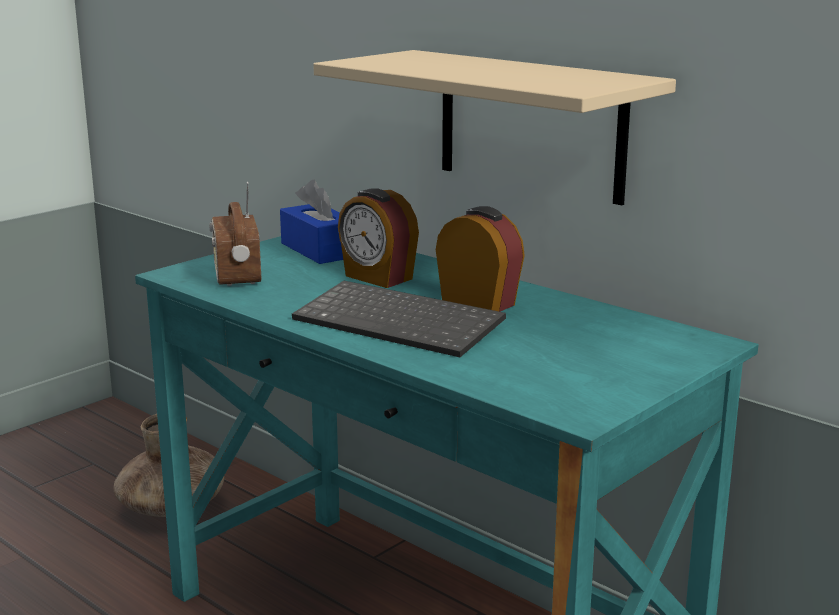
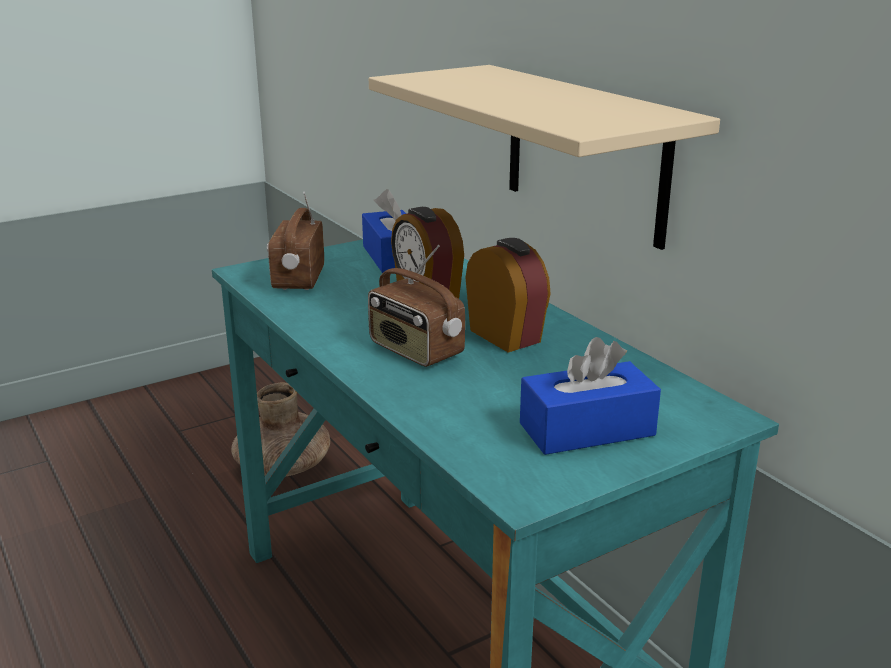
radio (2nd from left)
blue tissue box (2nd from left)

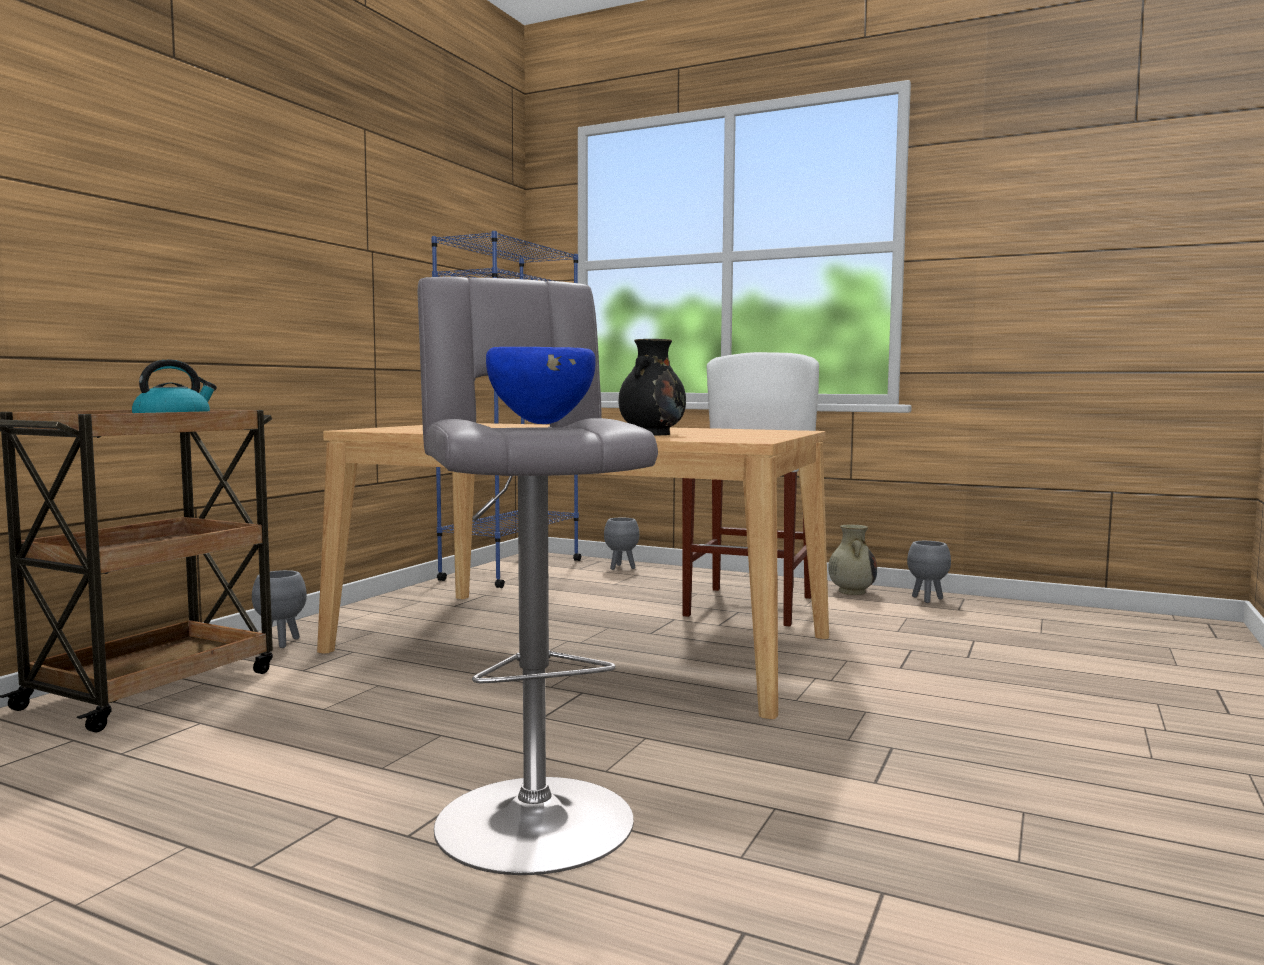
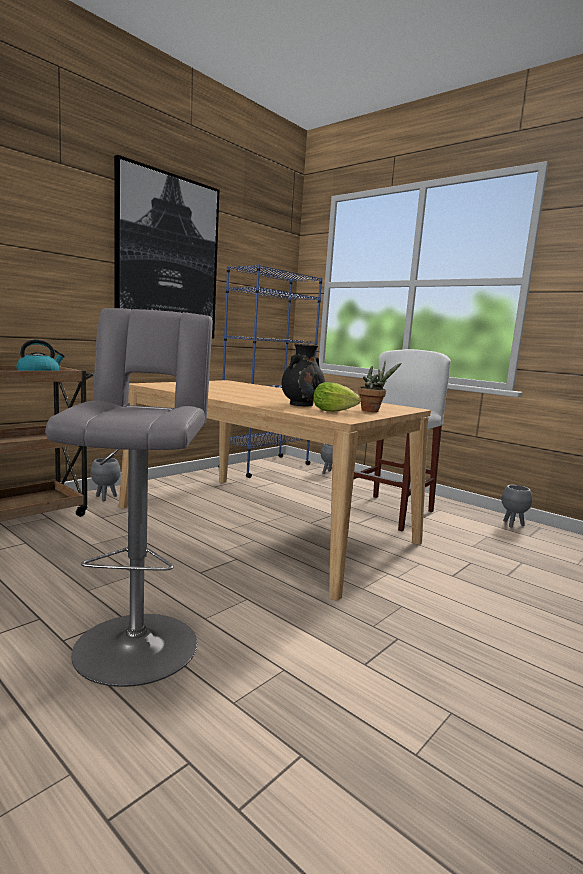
blue bowl
beige vase
picture
potted plant
lettuce

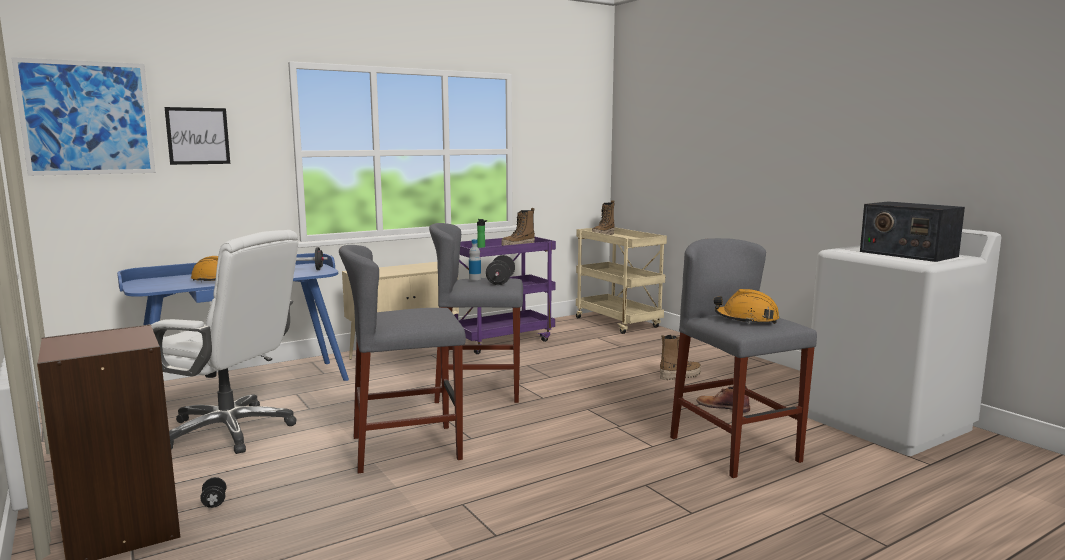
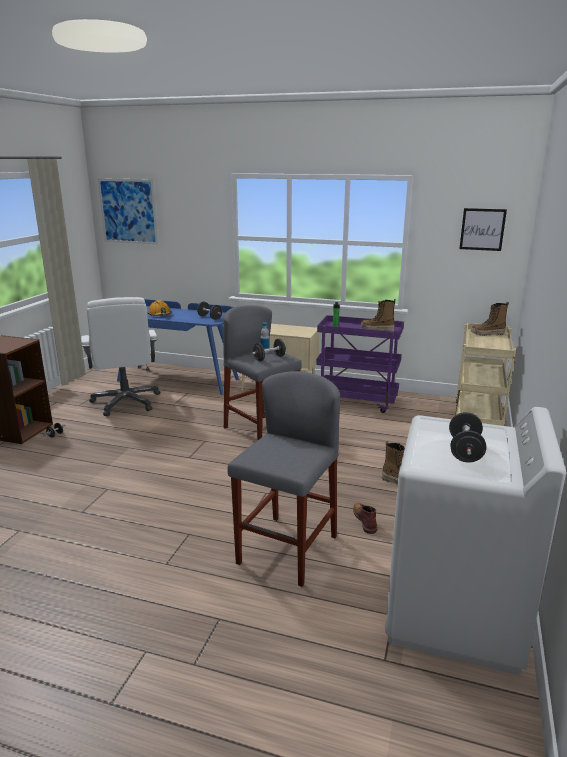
picture (2nd from left)
black dumbbell (4th from left)
grey stool (1st from left in the first image)
orange hard hat (2nd from left in the first image)

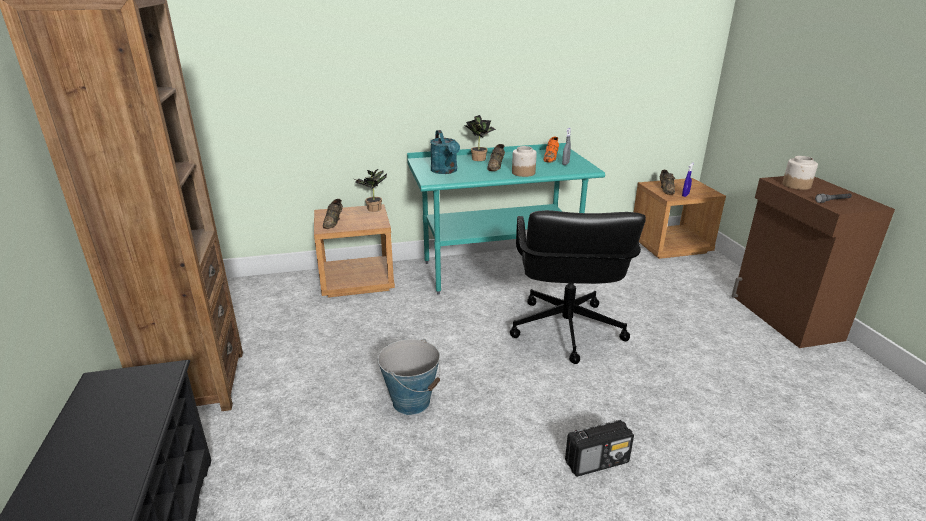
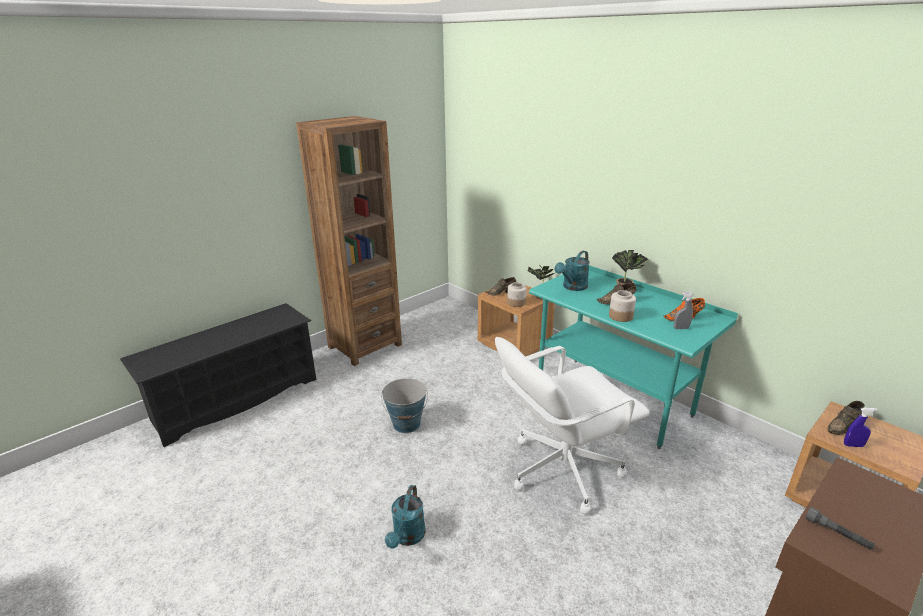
jar (1st from left)
white office chair
turquoise watering can (1st from left)

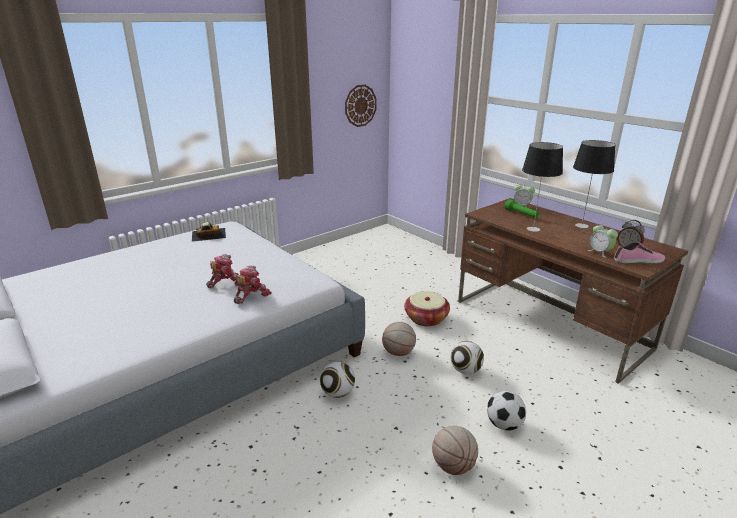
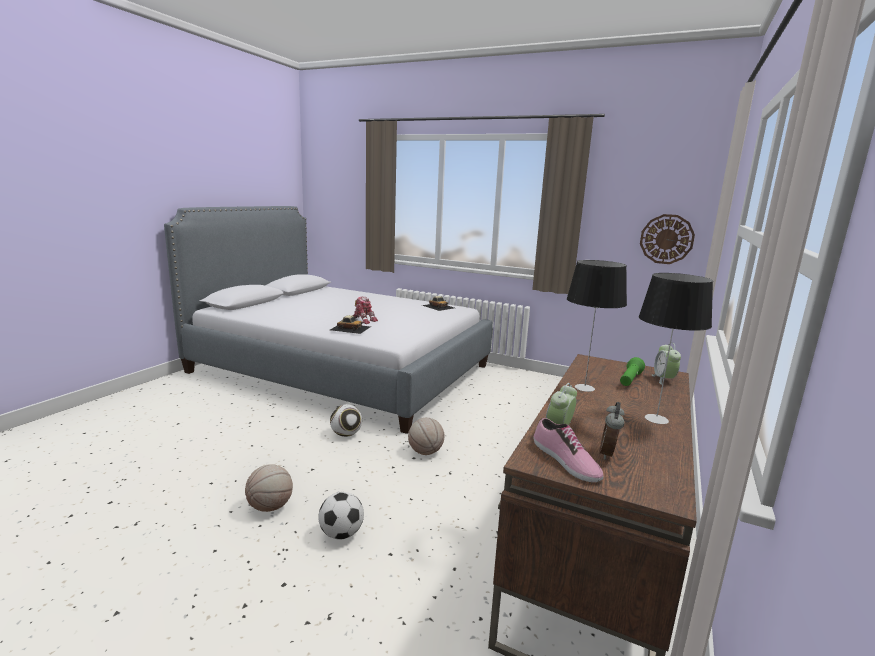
toy car (1st from left)
basket
football (2nd from left in the first image)

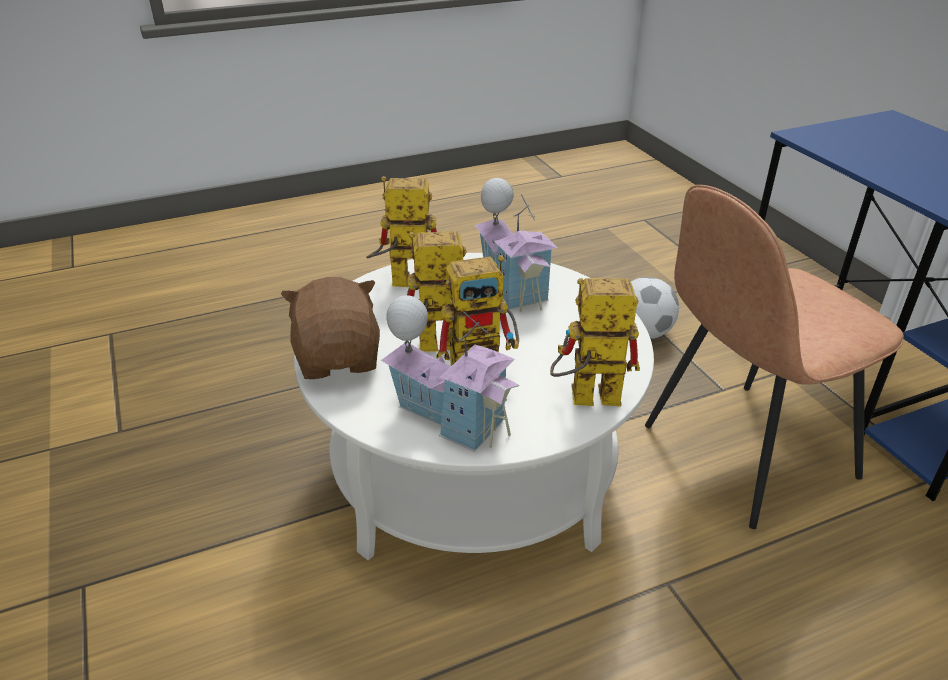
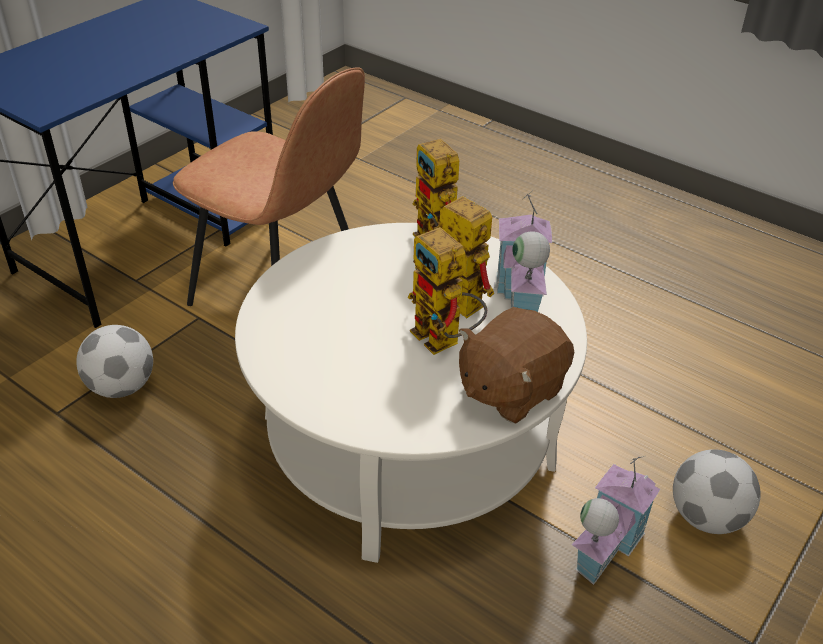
toy robot (1st from left in the first image)
toy house (2nd from left)
football (2nd from left)

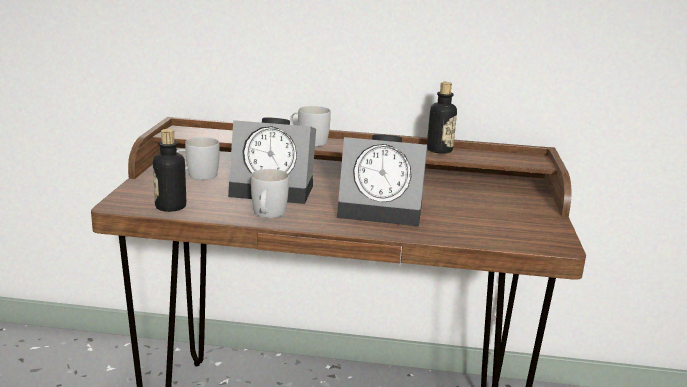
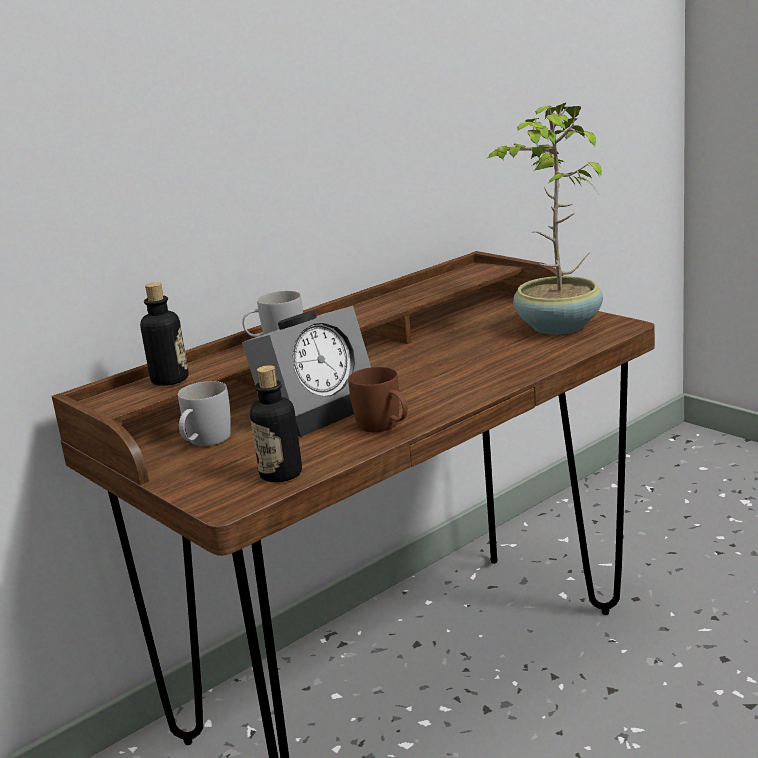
bottle (1st from left)
alarm clock (2nd from left in the first image)
brown mug
potted plant

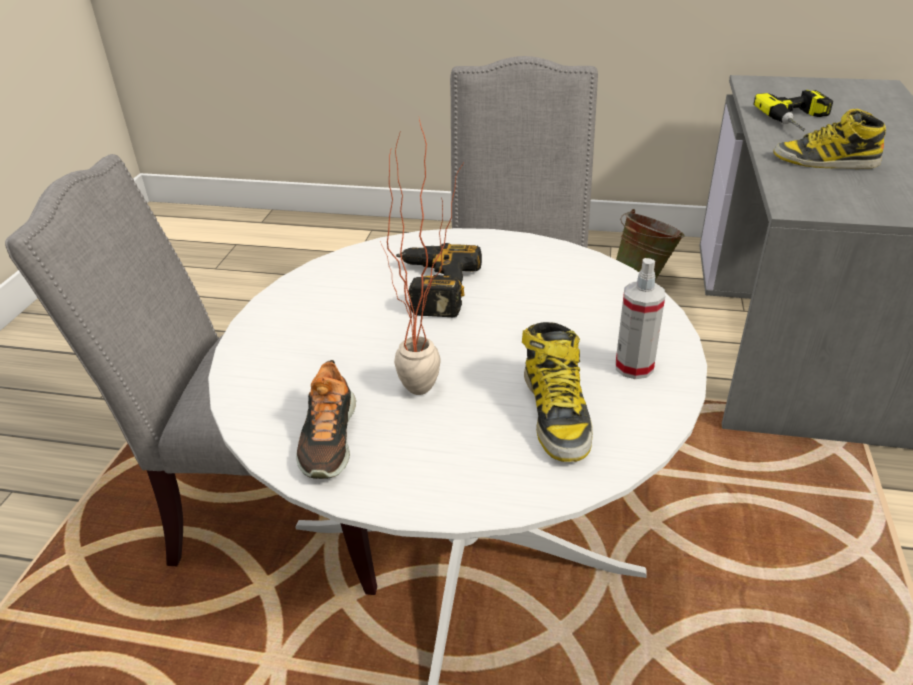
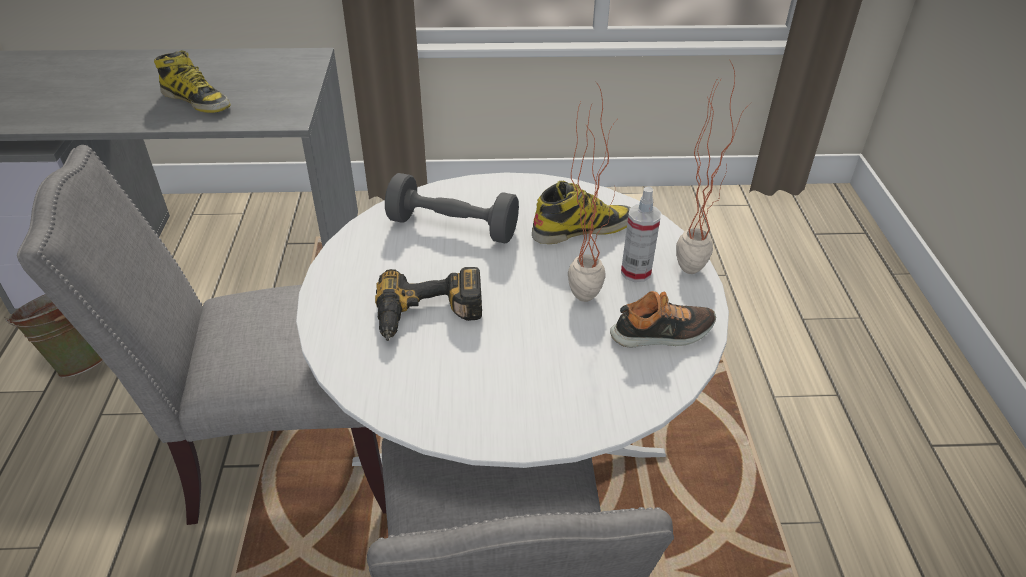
power drill (2nd from left in the first image)
boot (1st from left)
spray bottle
potted plant (2nd from left)
grey dumbbell

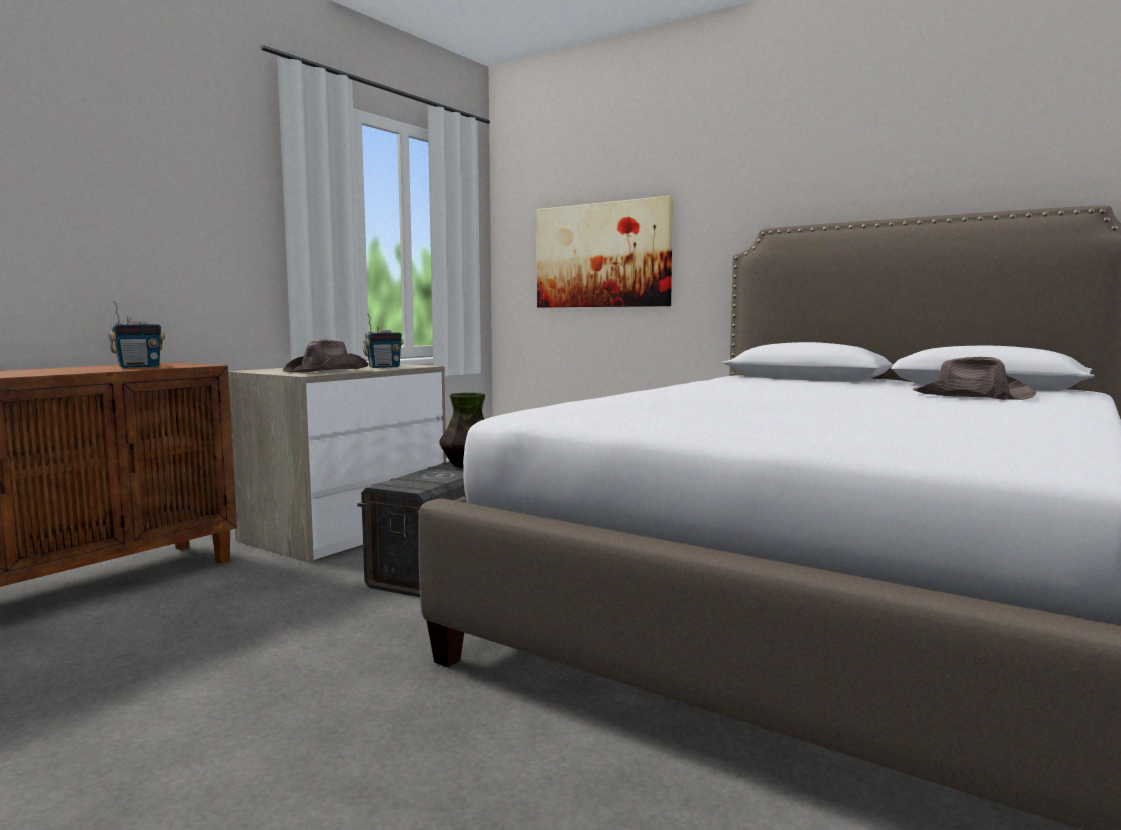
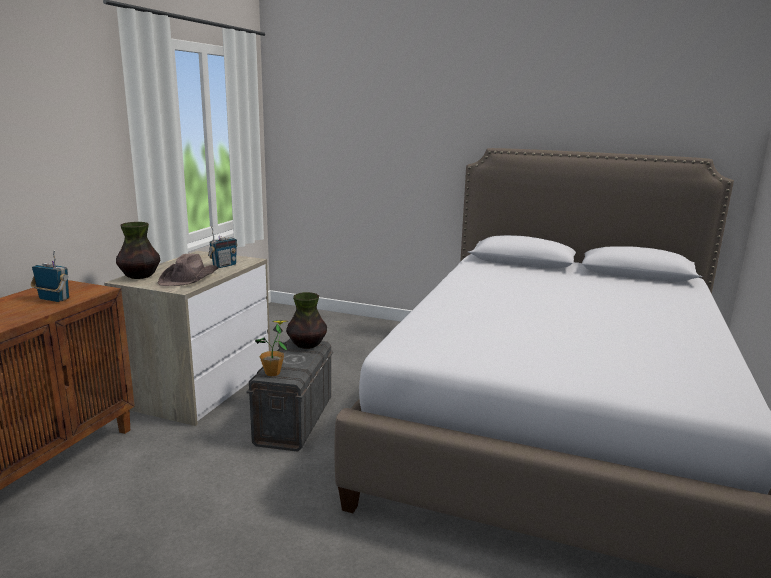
picture
radio (1st from left)
brown hat (2nd from left in the first image)
vase (1st from left)
potted plant

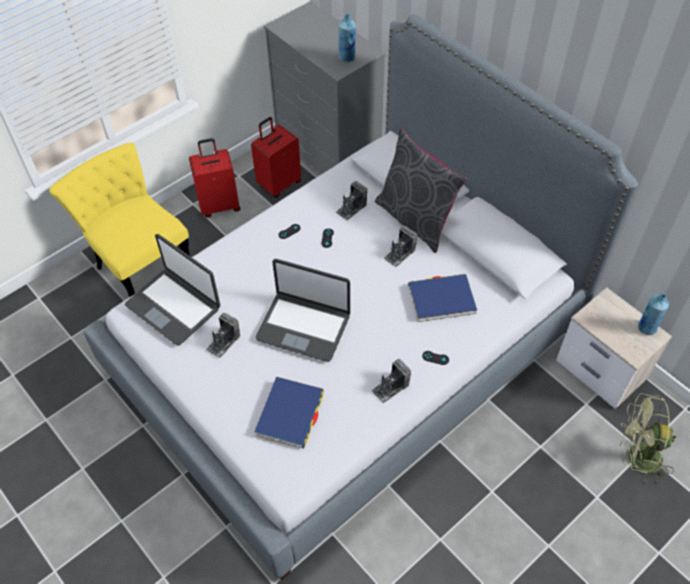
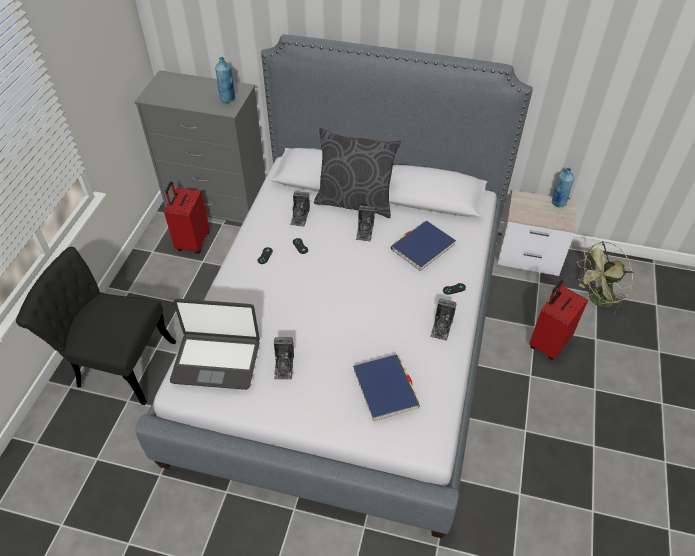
red suitcase (2nd from left)
black chair
laptop (2nd from left in the first image)

